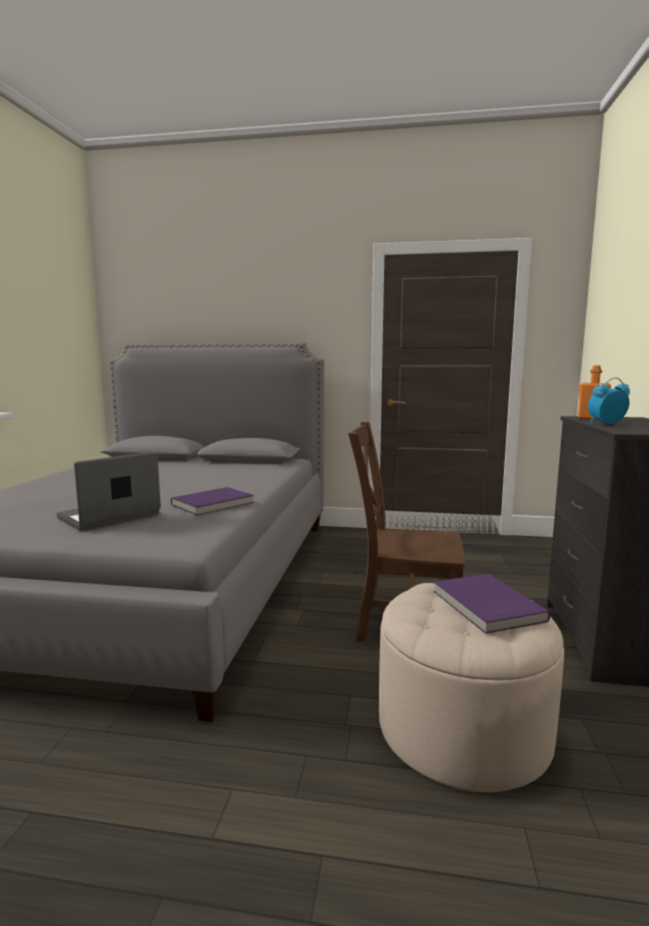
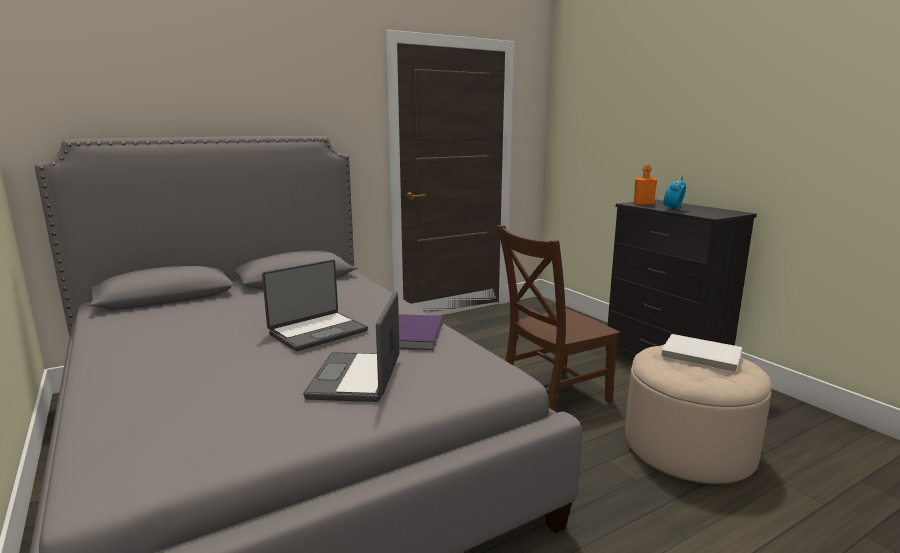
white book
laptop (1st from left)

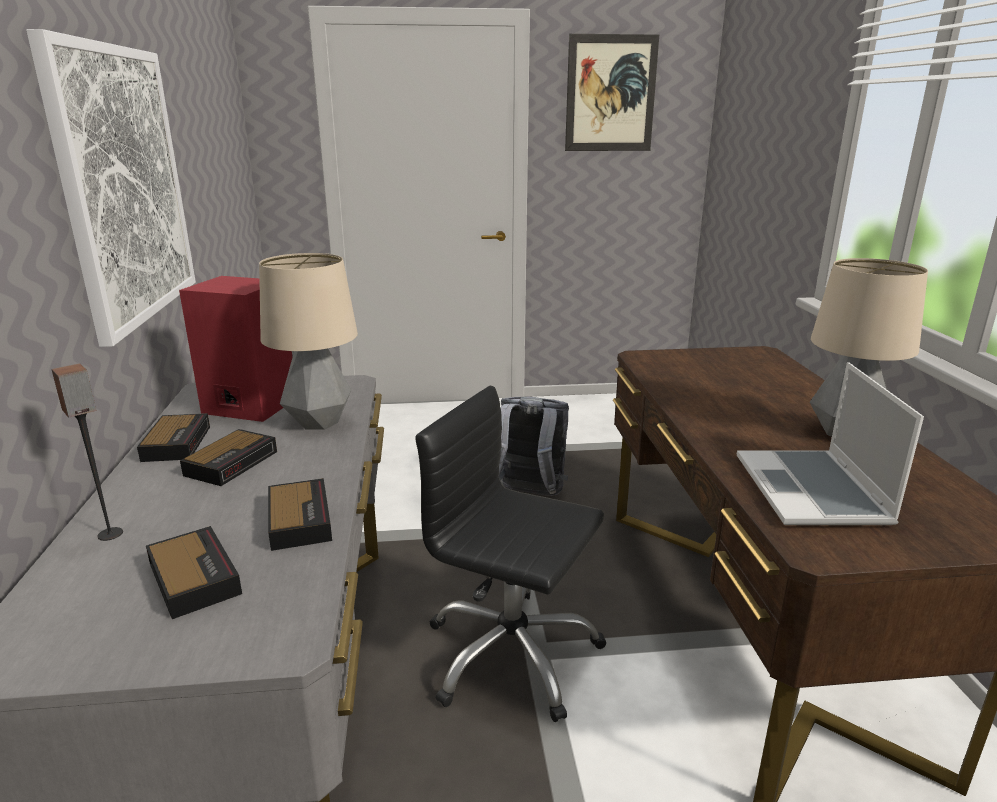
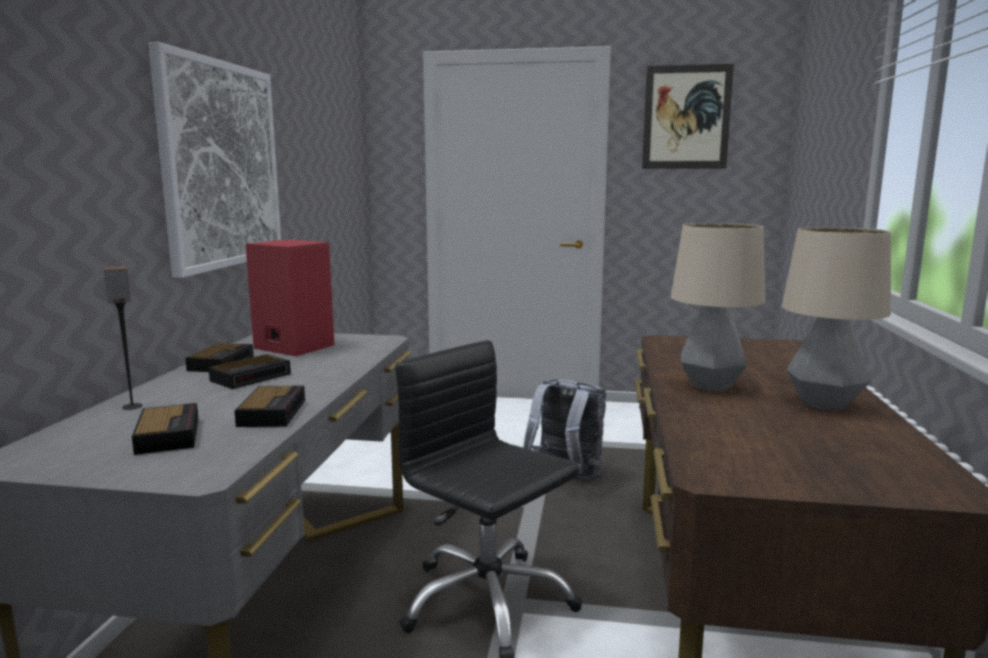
table lamp (1st from left)
laptop

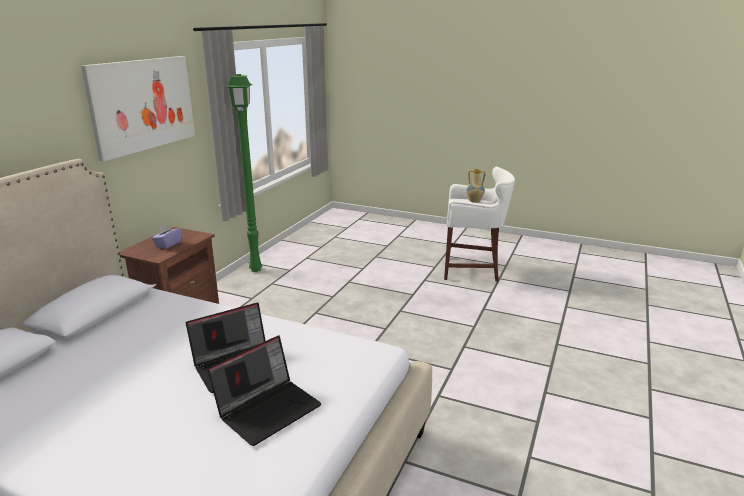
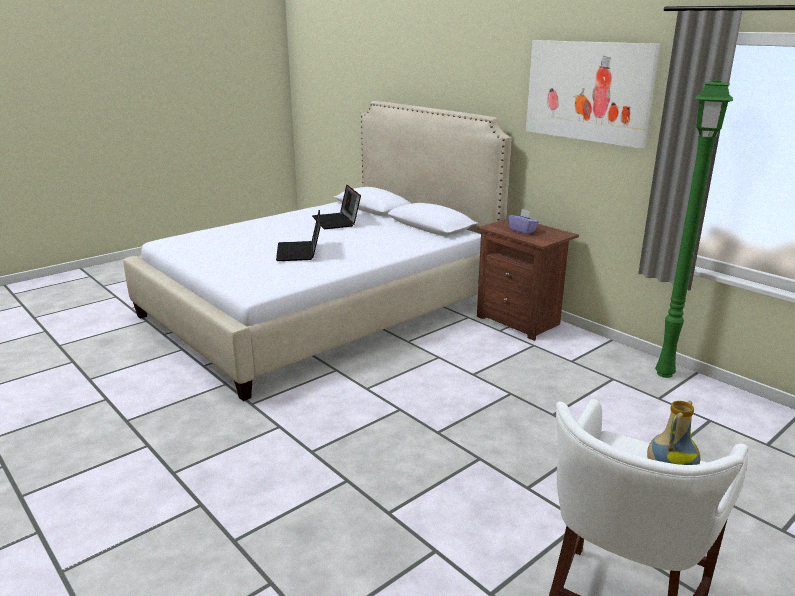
laptop (2nd from left)

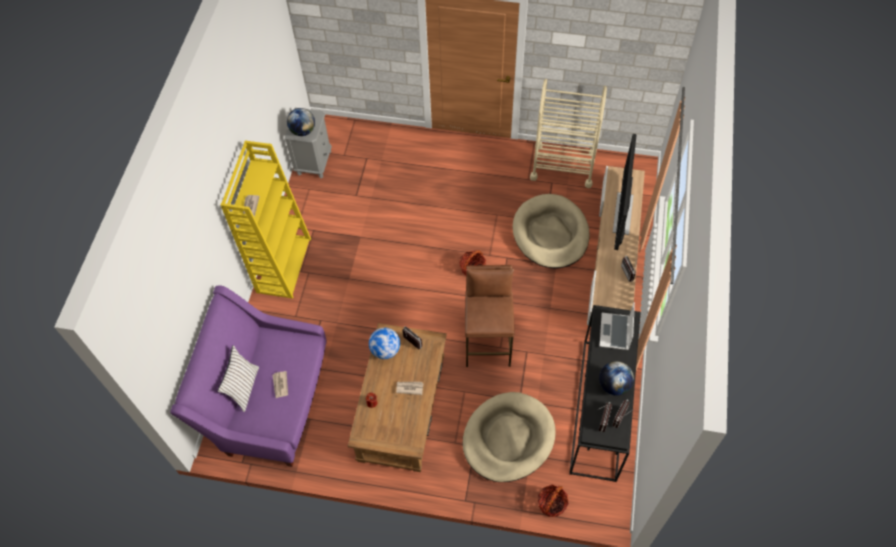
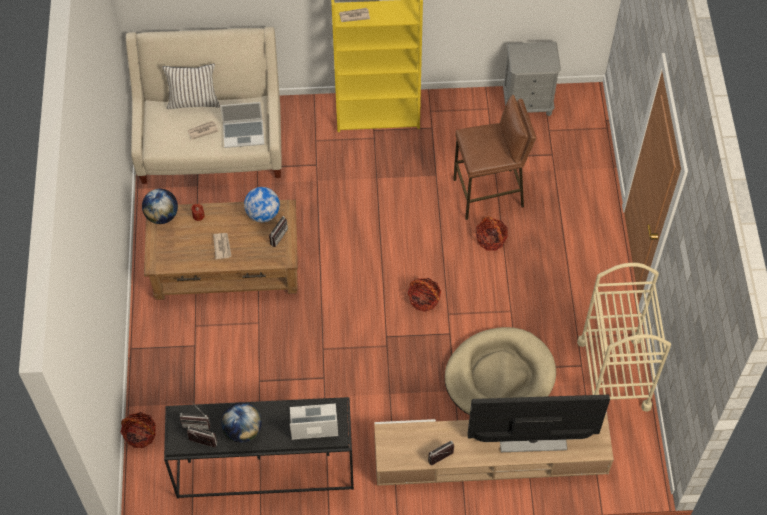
globe (1st from left)
brown stool
beige sofa
beige dog bed (1st from left in the first image)
laptop (1st from left)
basket (3rd from left)

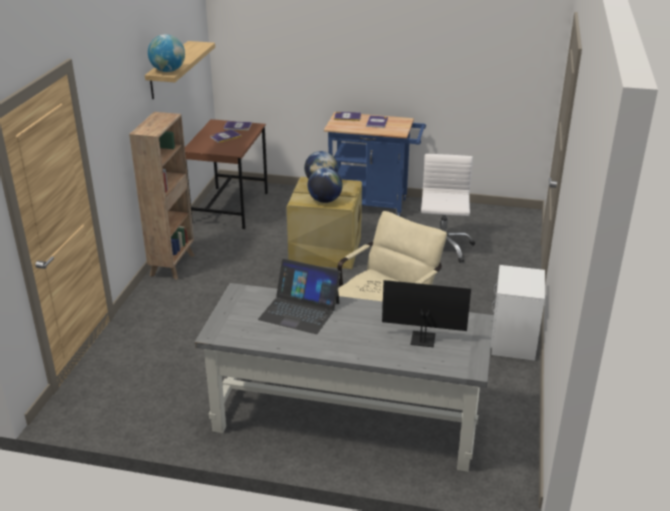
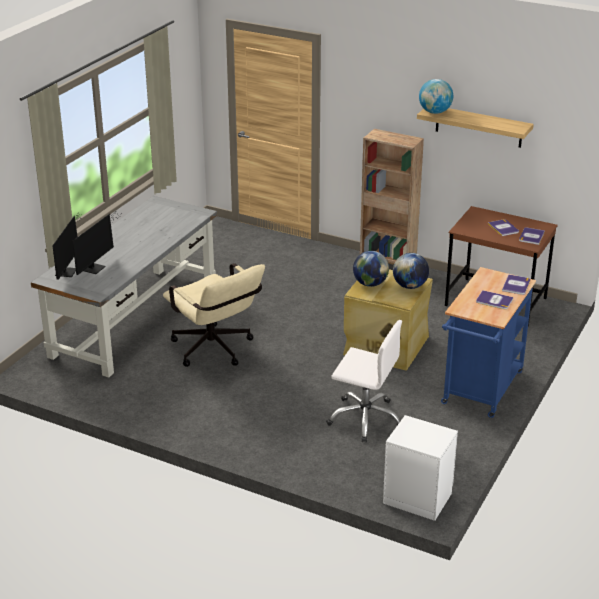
laptop
white nightstand
monitor (1st from left)

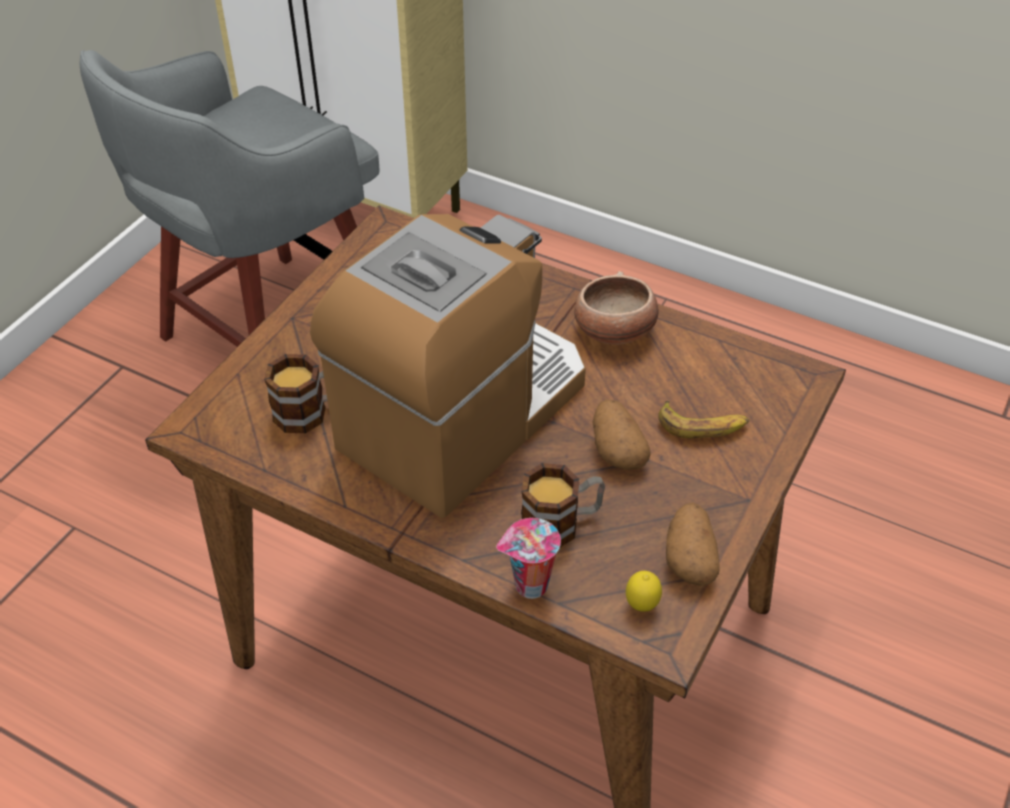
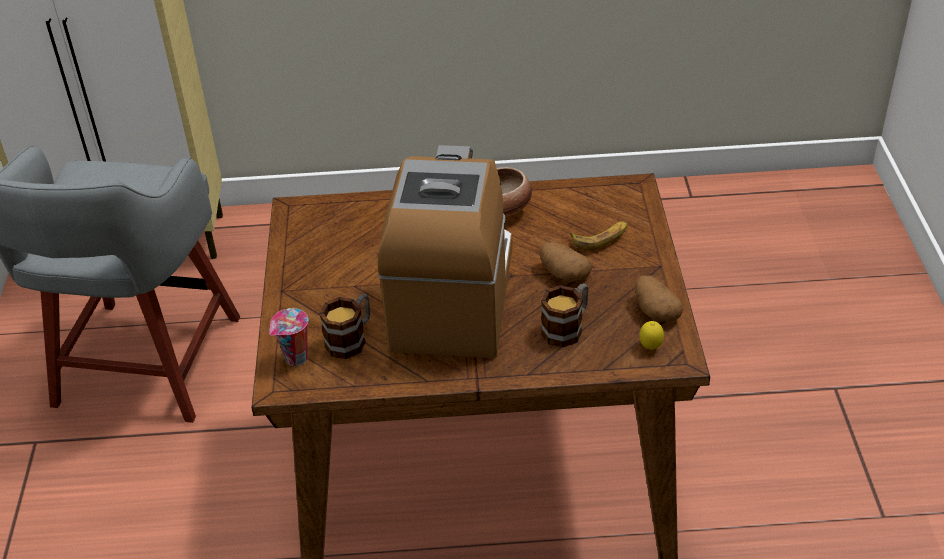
cup

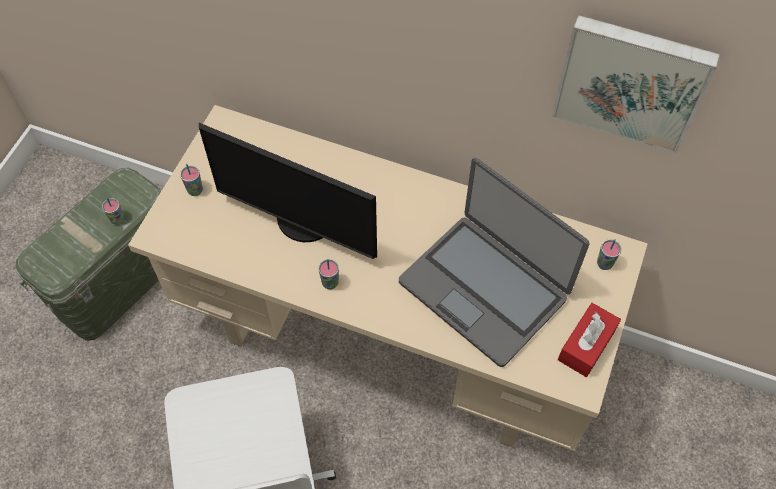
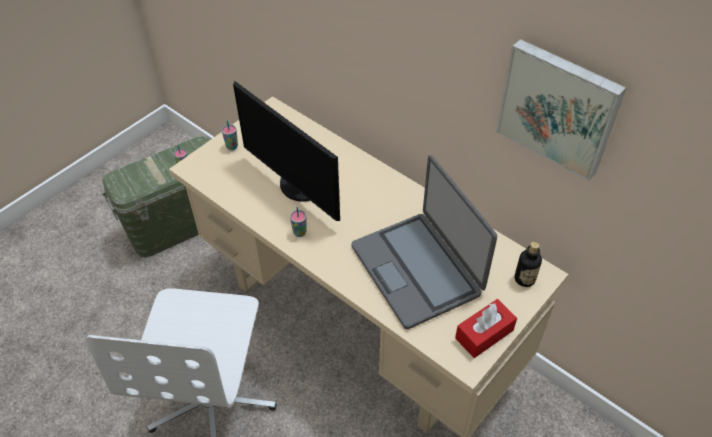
bottle

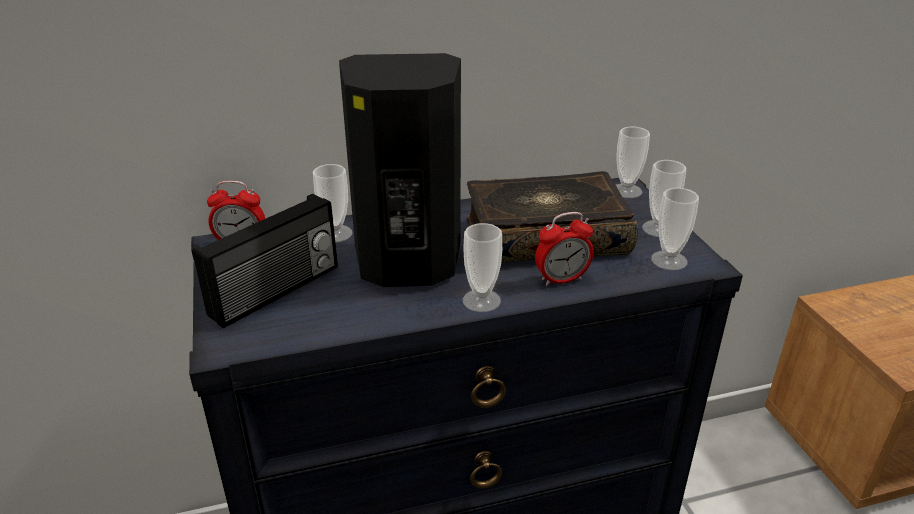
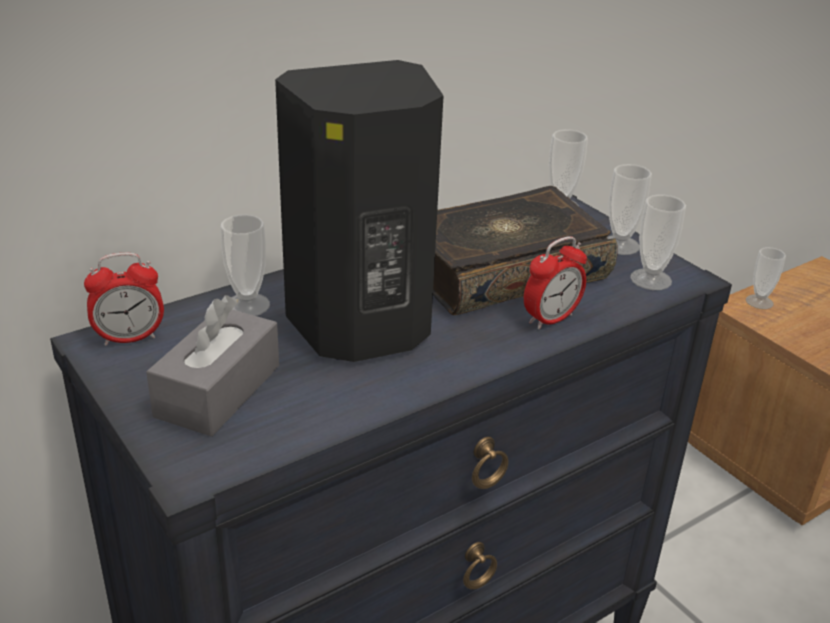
grey tissue box
cup (5th from left)

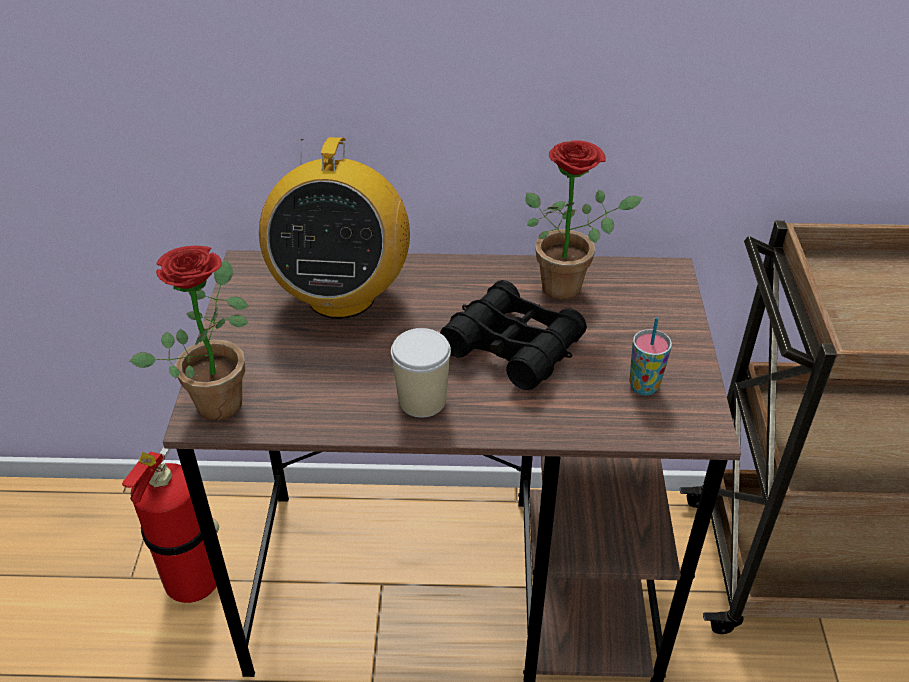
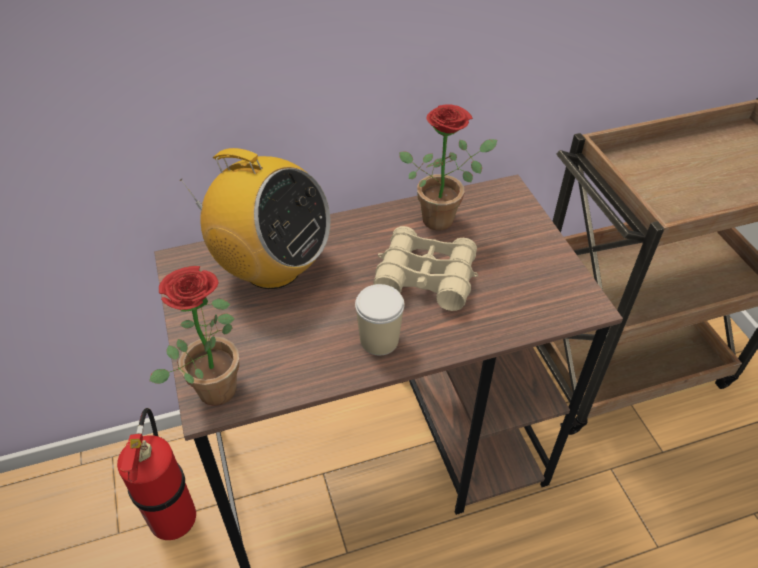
radio
beige binoculars
cup (2nd from left in the first image)

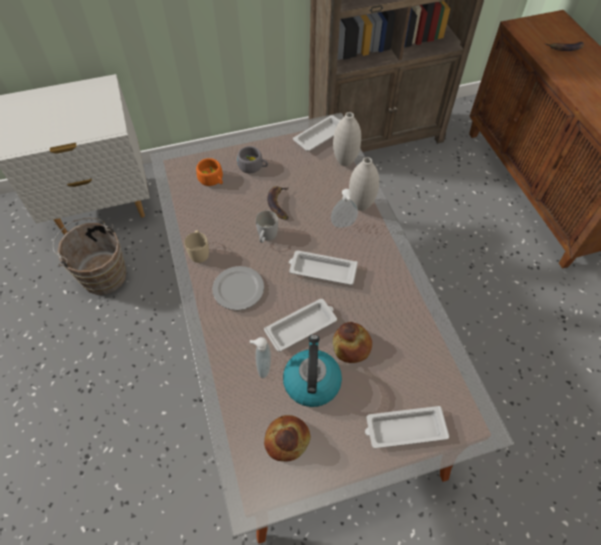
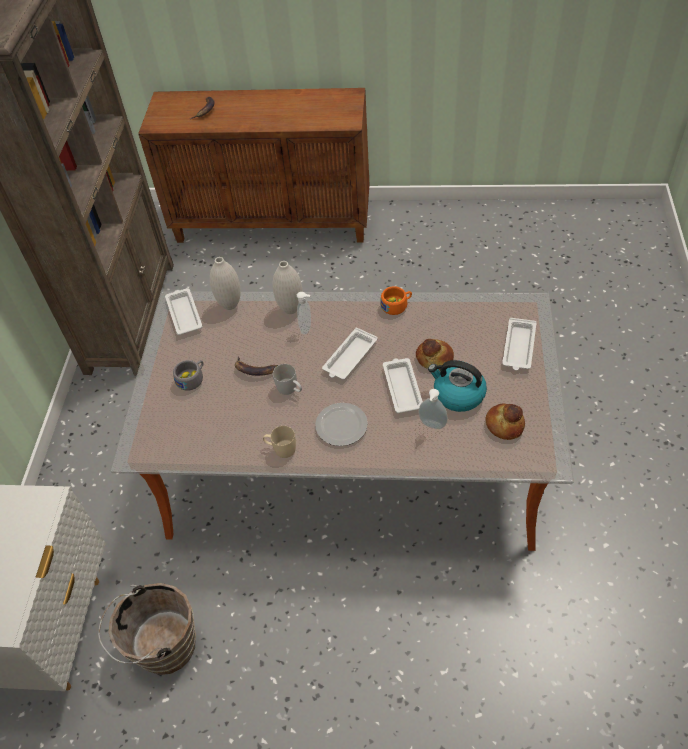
orange cup

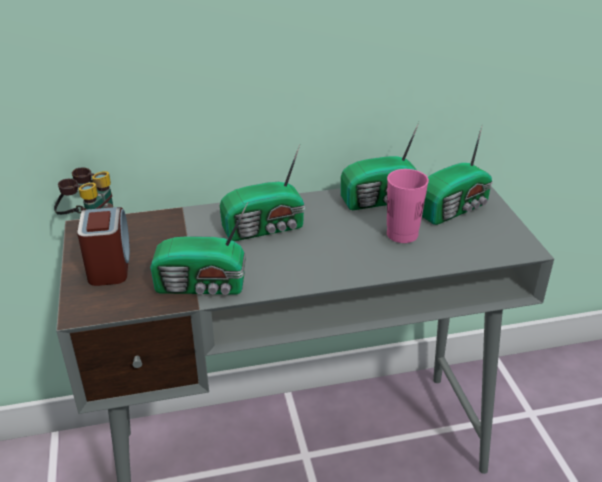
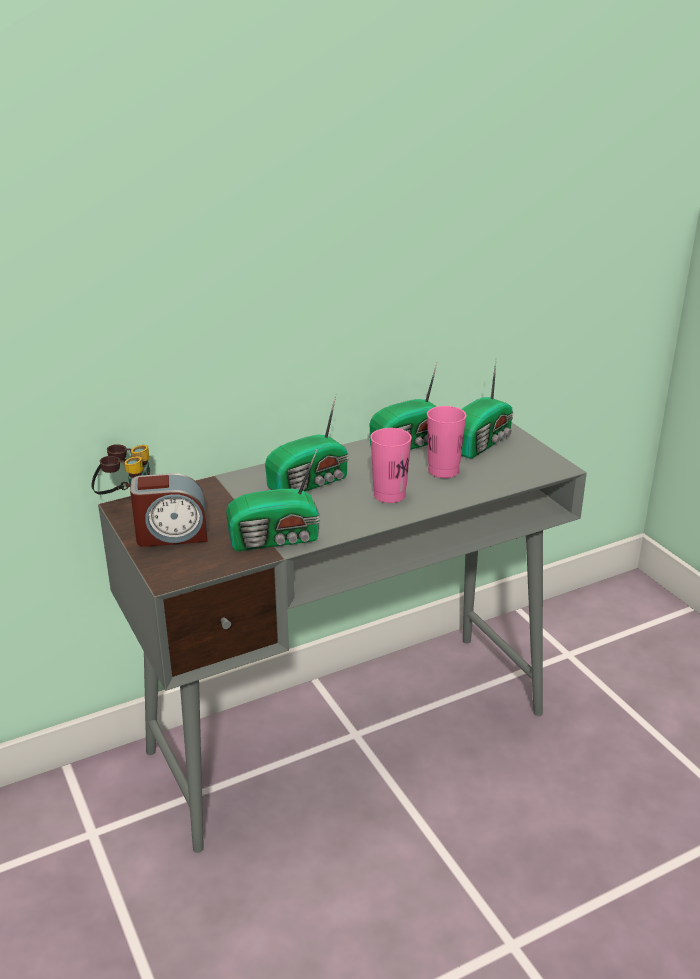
alarm clock
pink cup (1st from left)

